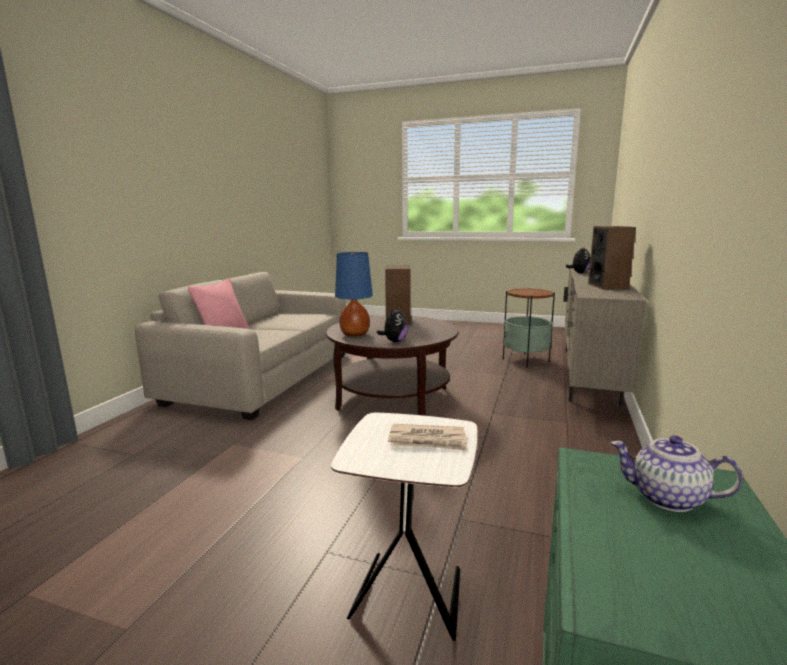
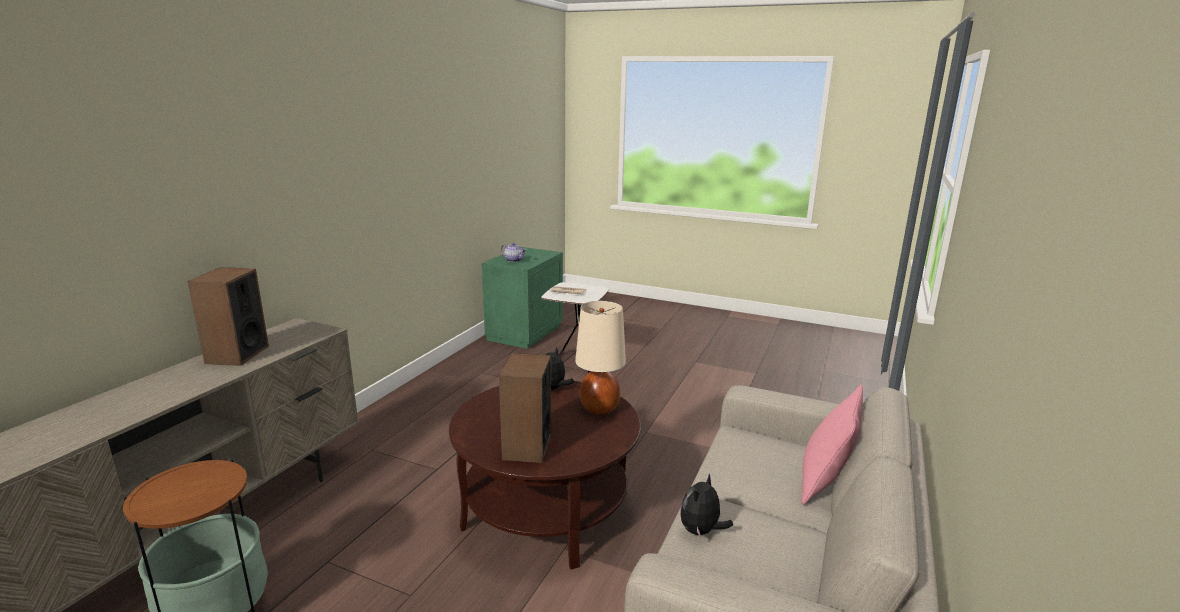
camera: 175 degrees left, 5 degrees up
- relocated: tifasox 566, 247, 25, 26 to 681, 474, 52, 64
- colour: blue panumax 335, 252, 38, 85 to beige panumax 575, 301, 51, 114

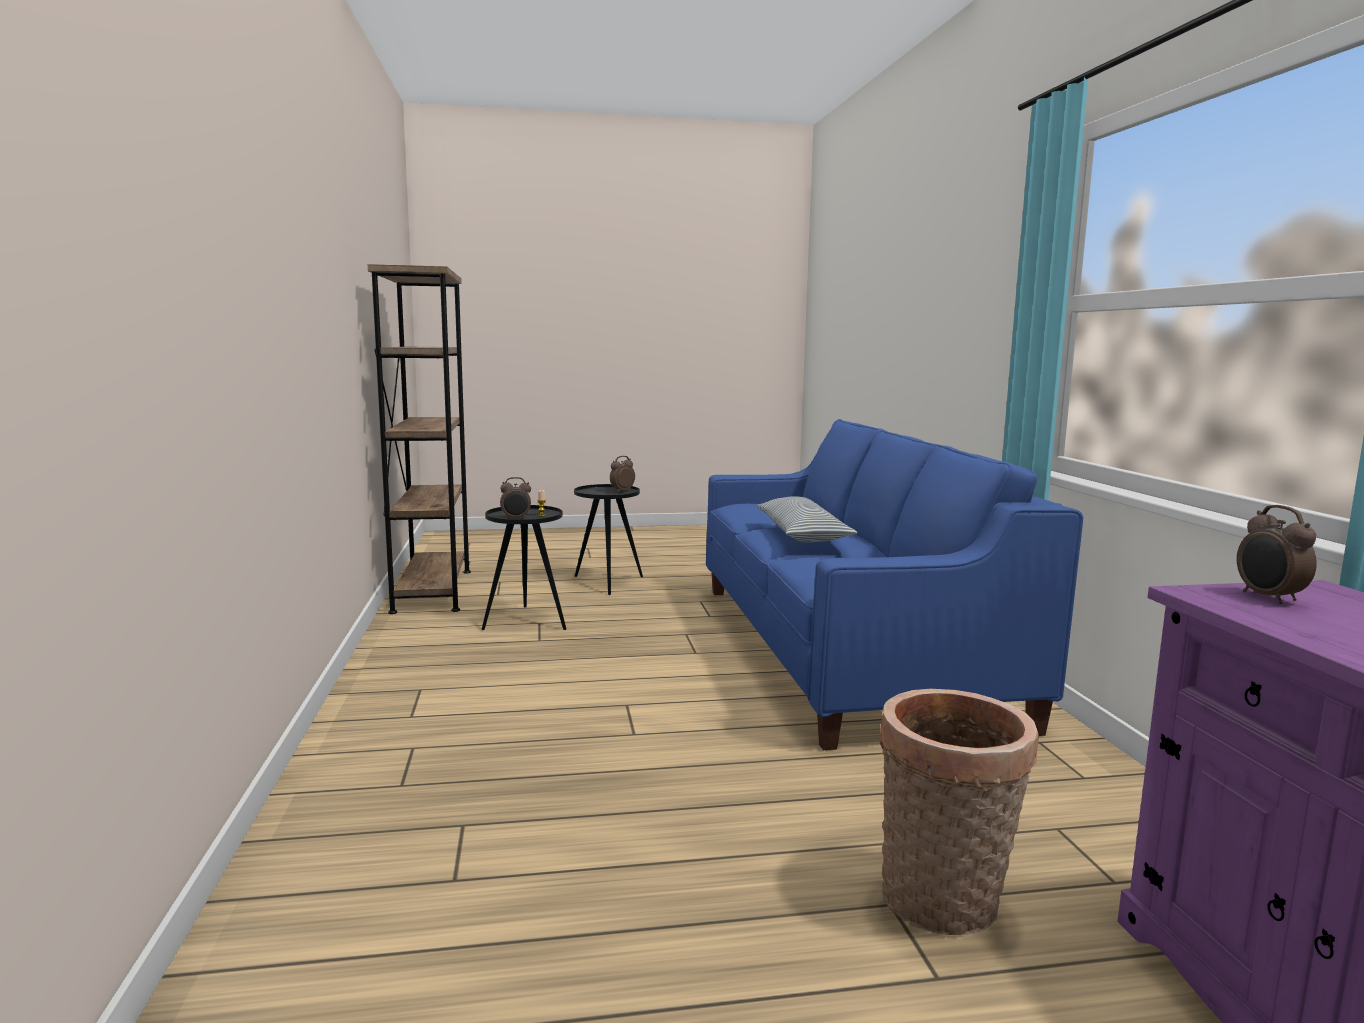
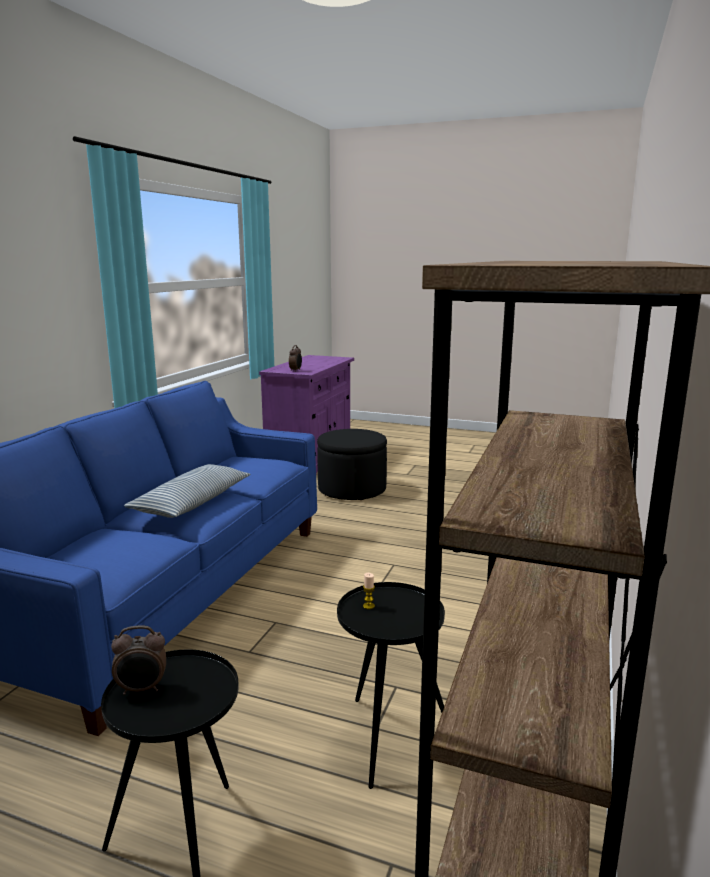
camera: 150 degrees left, 5 degrees up
- missing: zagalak 500, 477, 31, 42
- exchanged: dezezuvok 880, 689, 159, 247 to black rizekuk 317, 429, 70, 71

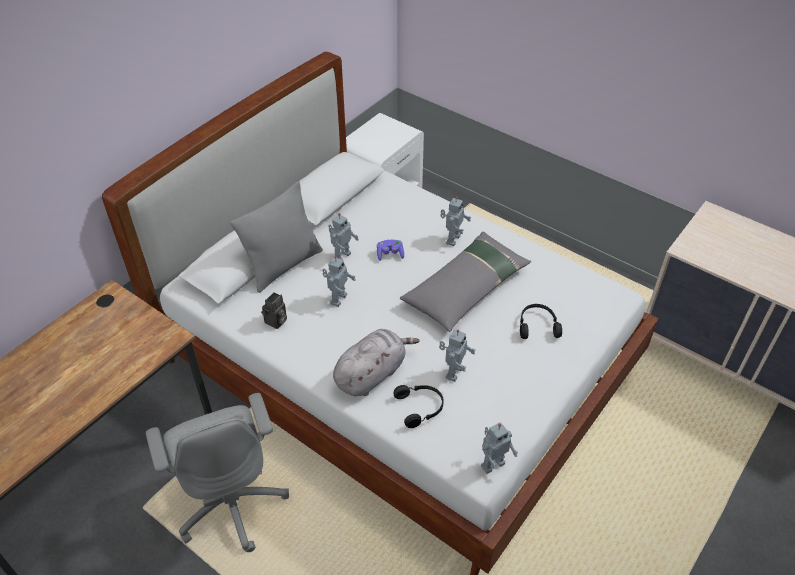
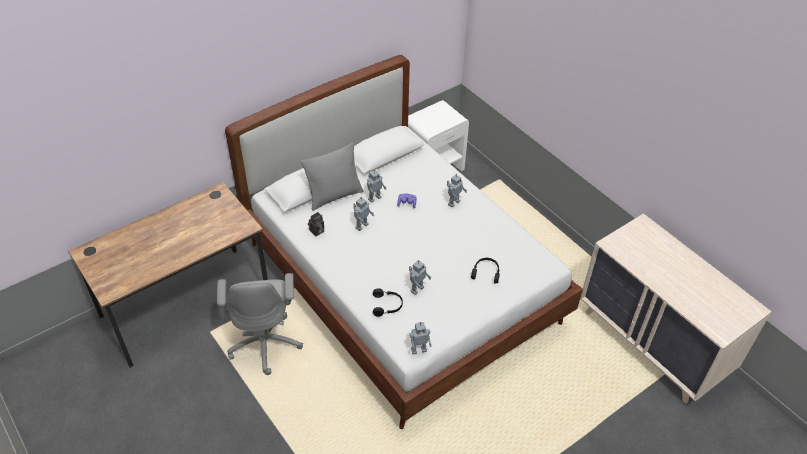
camera: 15 degrees right, 0 degrees up
- missing: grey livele 400, 232, 131, 100
- missing: grey tifasox 333, 329, 86, 67

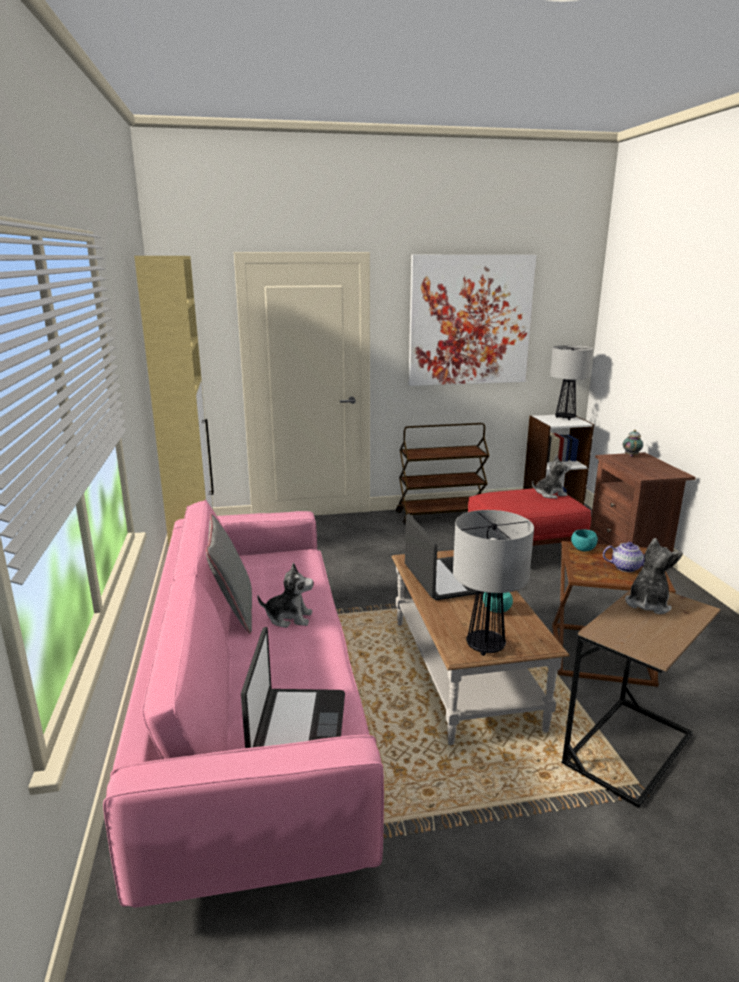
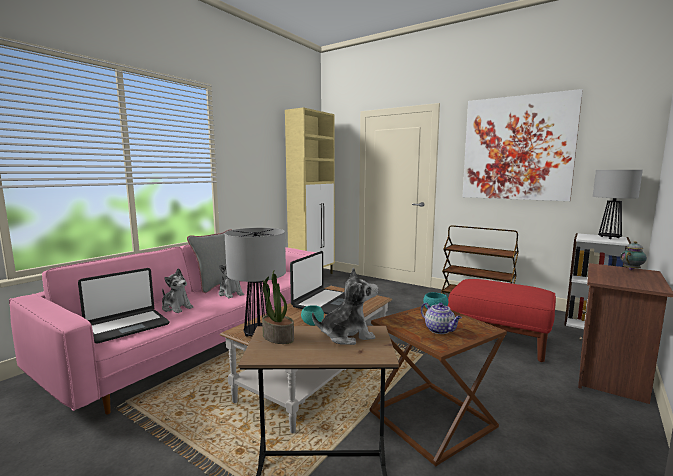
camera: 45 degrees right, 10 degrees down
- relocated: tifasox 532, 454, 39, 45 to 162, 268, 31, 45
- appeared: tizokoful 262, 271, 32, 73

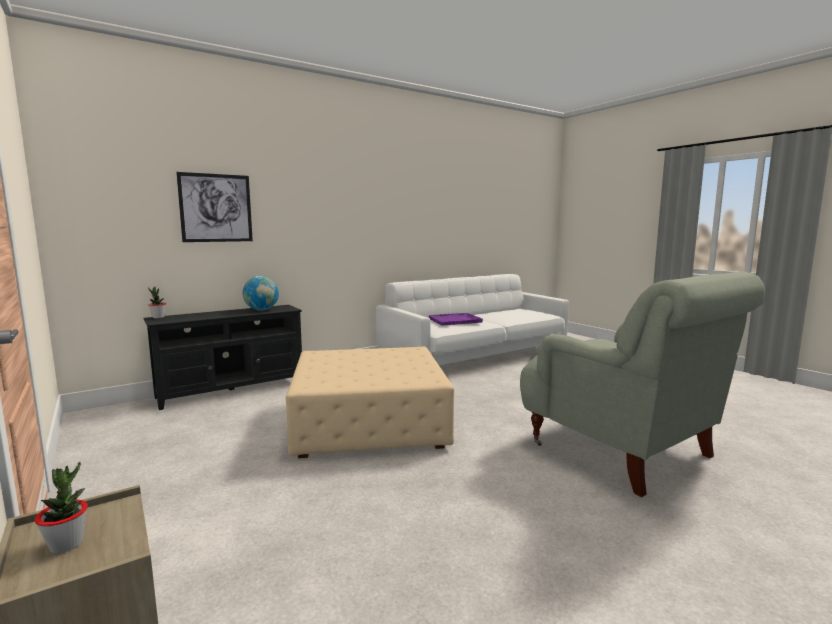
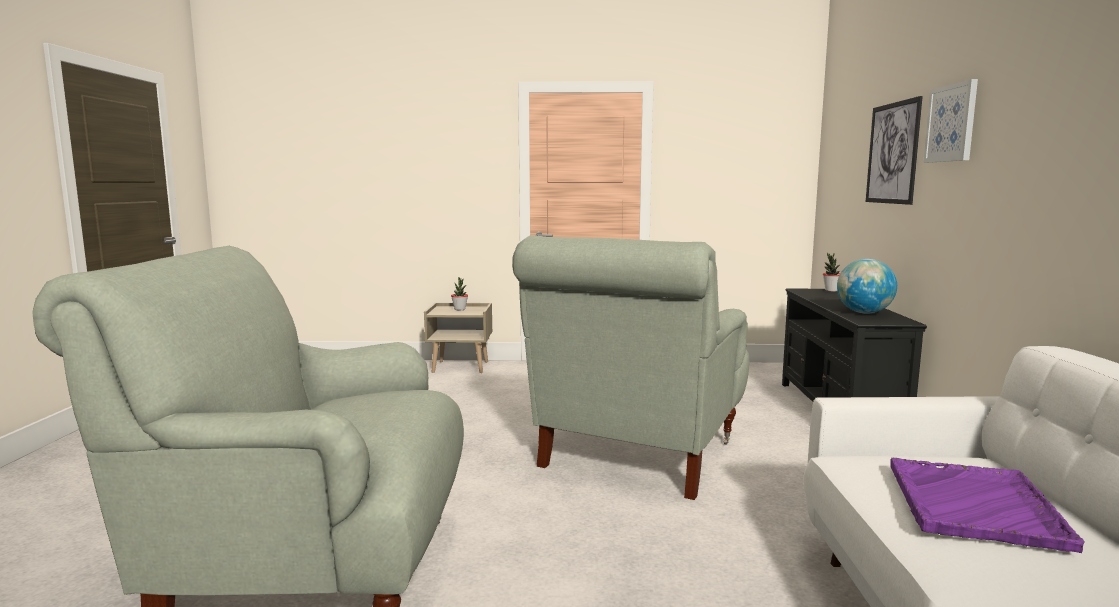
camera: 125 degrees right, 0 degrees up
- exchanged: beige rizekuk 286, 347, 168, 111 to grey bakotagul 512, 235, 237, 265
- appeared: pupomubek 923, 79, 55, 84

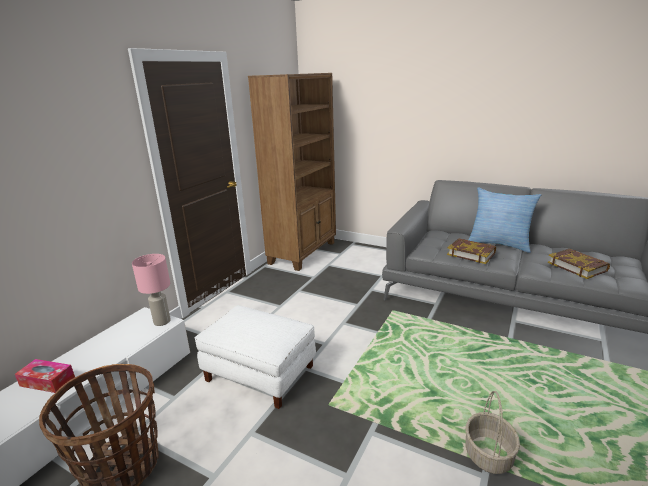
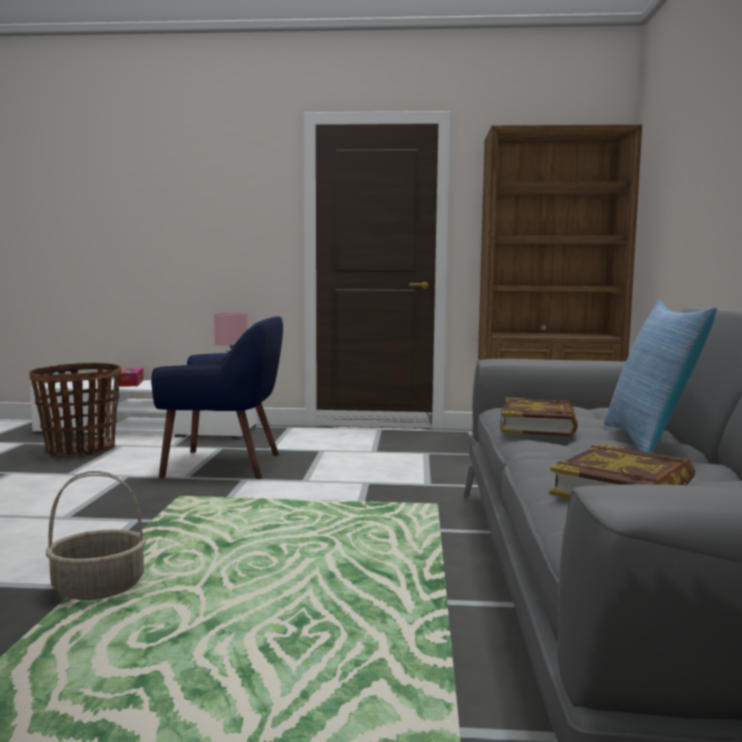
camera: 65 degrees right, 15 degrees down
- exchanged: white rizekuk 195, 305, 121, 104 to blue bakotagul 151, 316, 132, 163

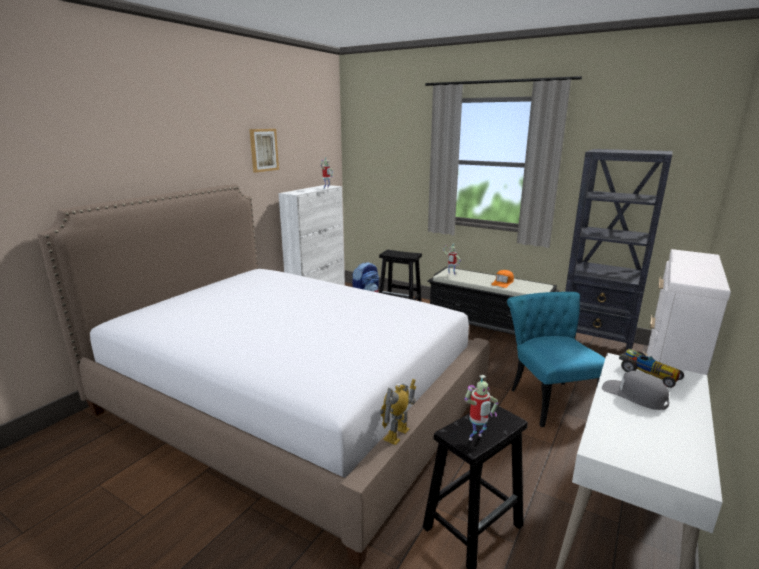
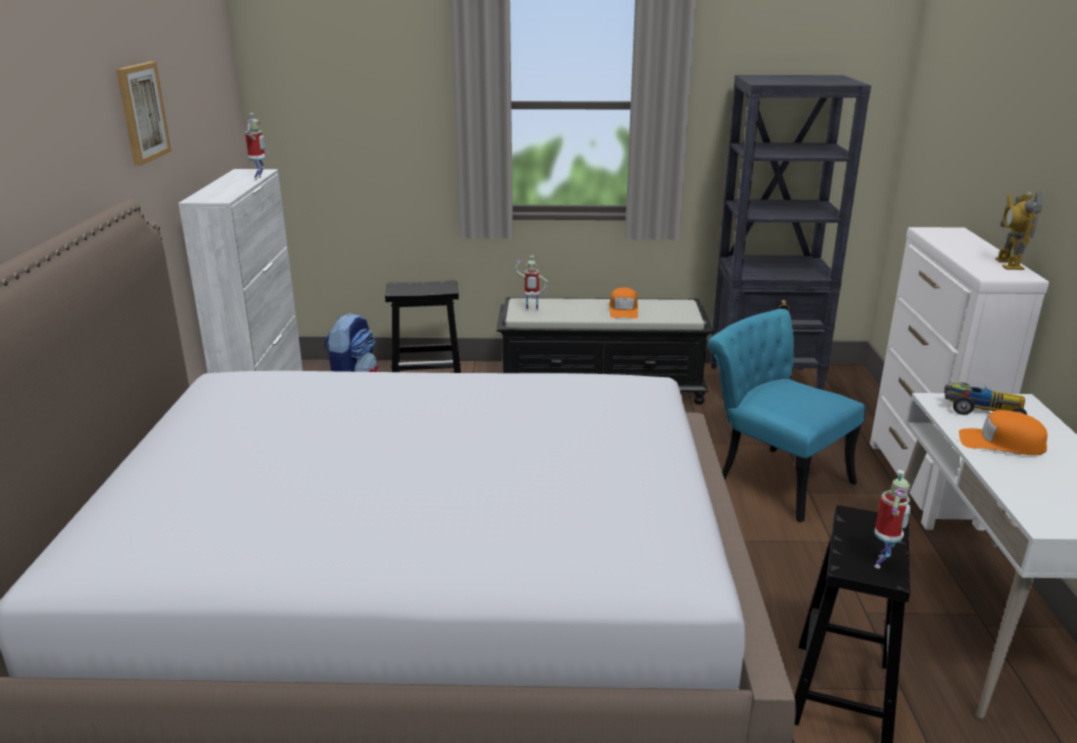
camera: 30 degrees left, 5 degrees up
- colour: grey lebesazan 602, 371, 67, 39 to orange lebesazan 959, 410, 88, 45
- relocated: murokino 379, 379, 37, 66 to 995, 191, 47, 79

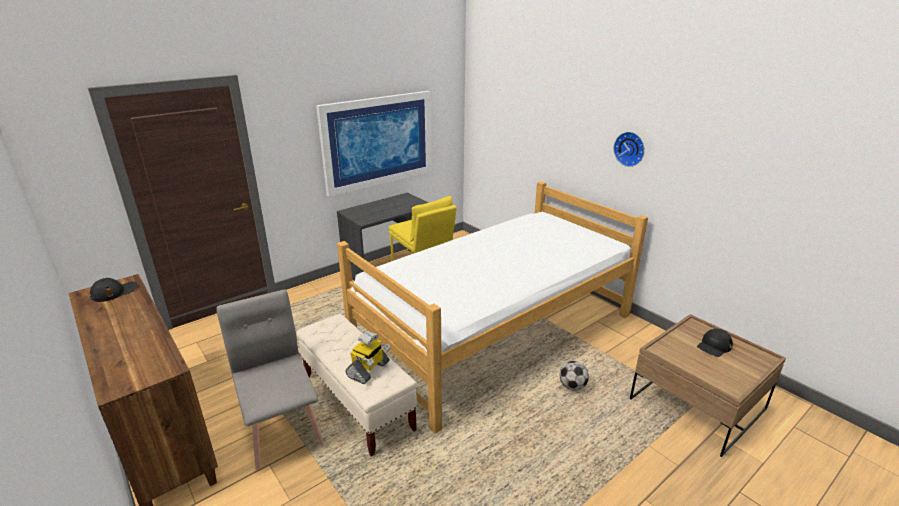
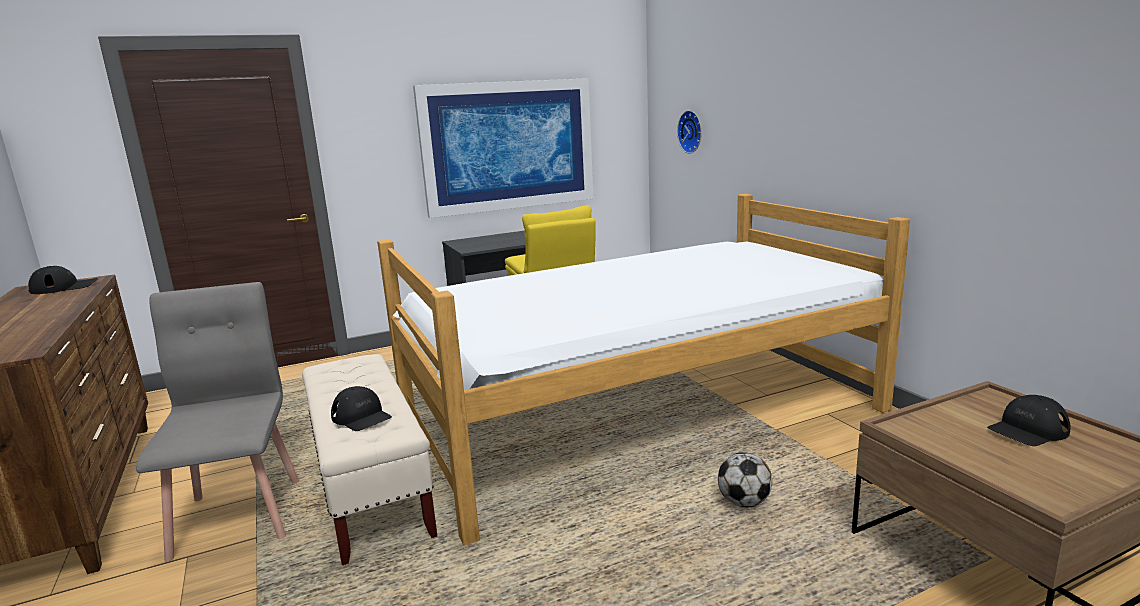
camera: 15 degrees right, 10 degrees down
- relocated: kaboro 613, 132, 32, 35 to 677, 110, 25, 44
- exchanged: murokino 346, 331, 45, 53 to black lebesazan 331, 386, 61, 45

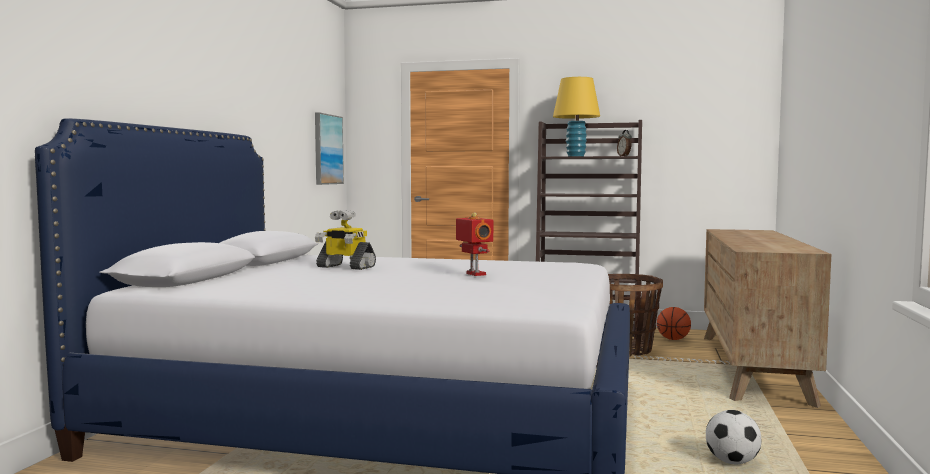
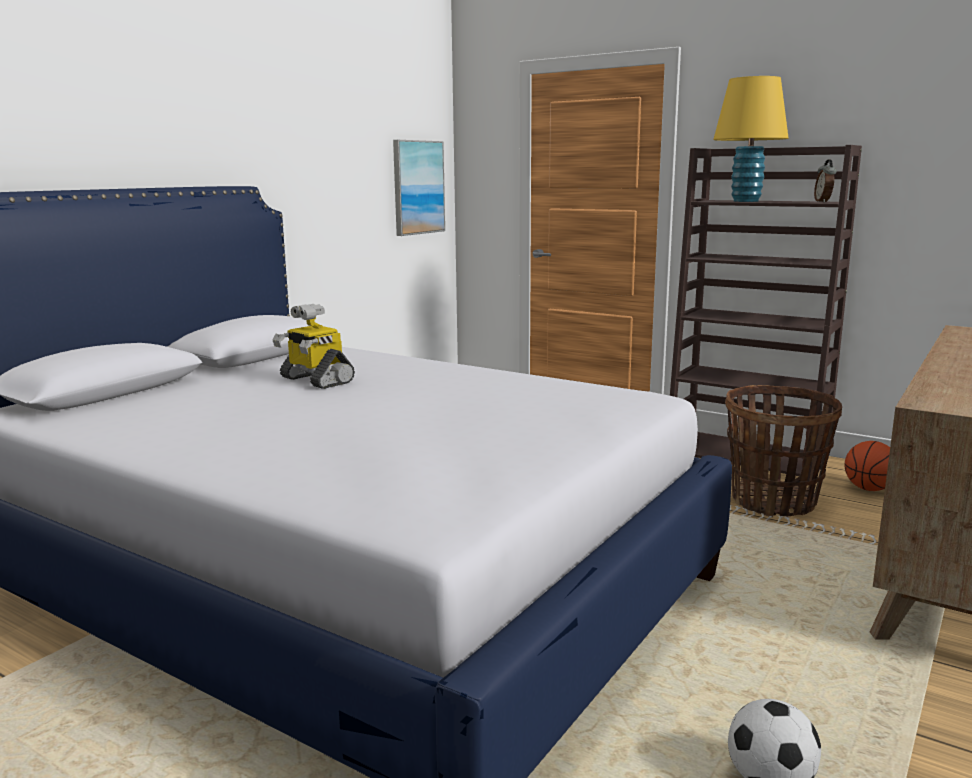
camera: 20 degrees right, 10 degrees up
- missing: murokino 456, 212, 37, 64

